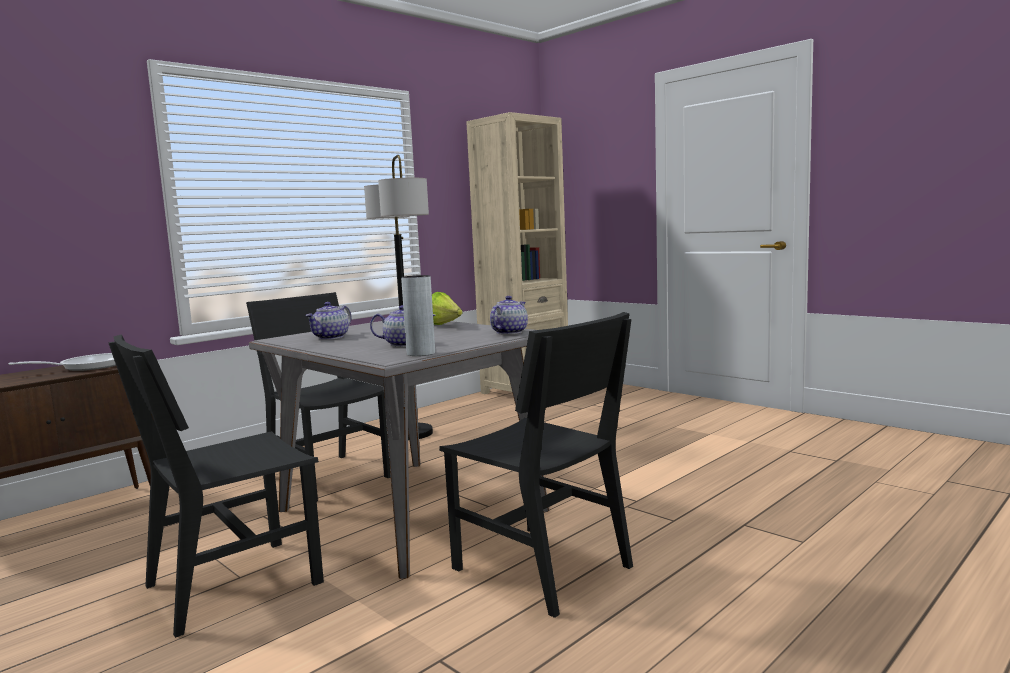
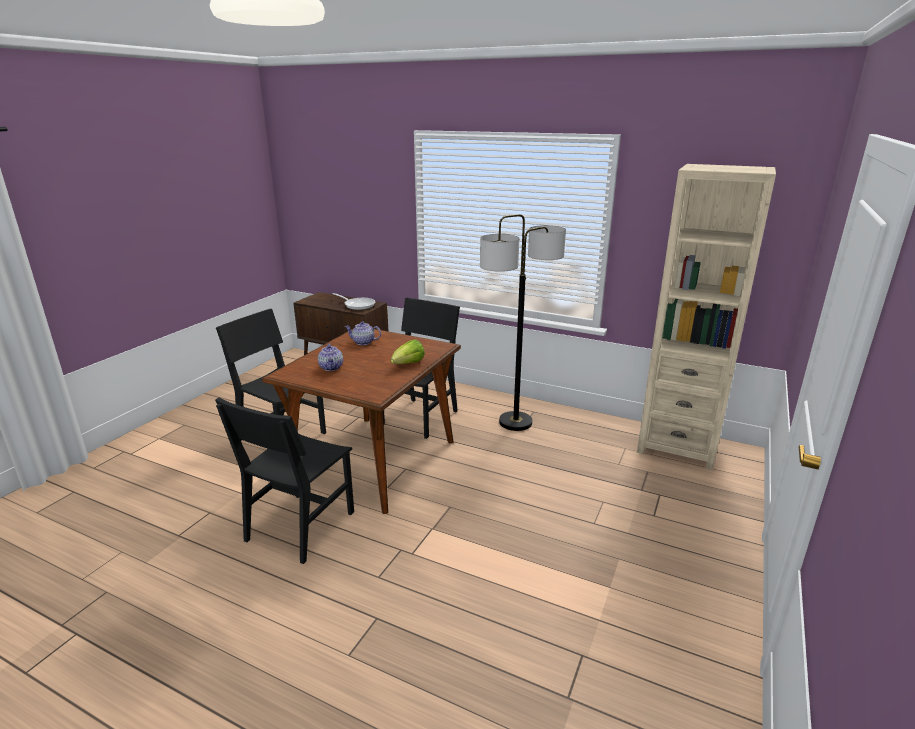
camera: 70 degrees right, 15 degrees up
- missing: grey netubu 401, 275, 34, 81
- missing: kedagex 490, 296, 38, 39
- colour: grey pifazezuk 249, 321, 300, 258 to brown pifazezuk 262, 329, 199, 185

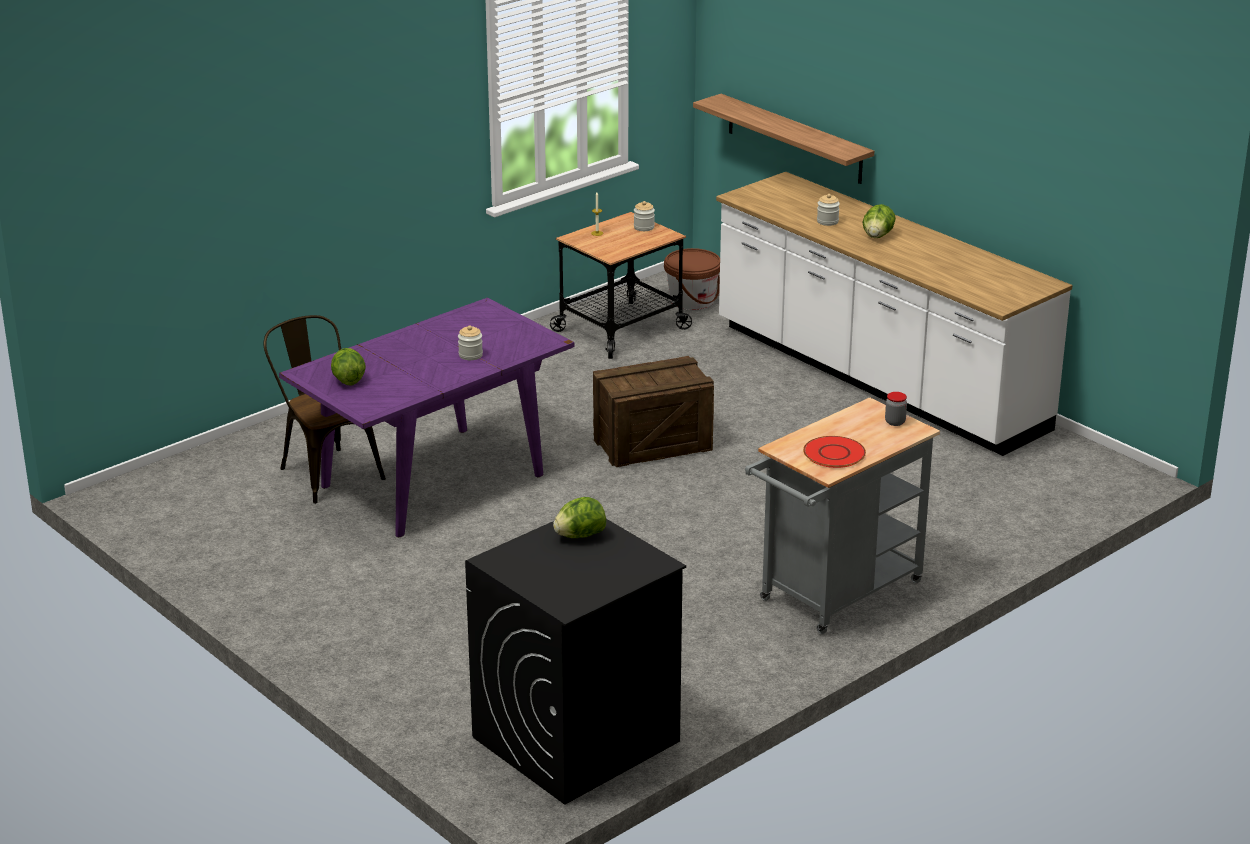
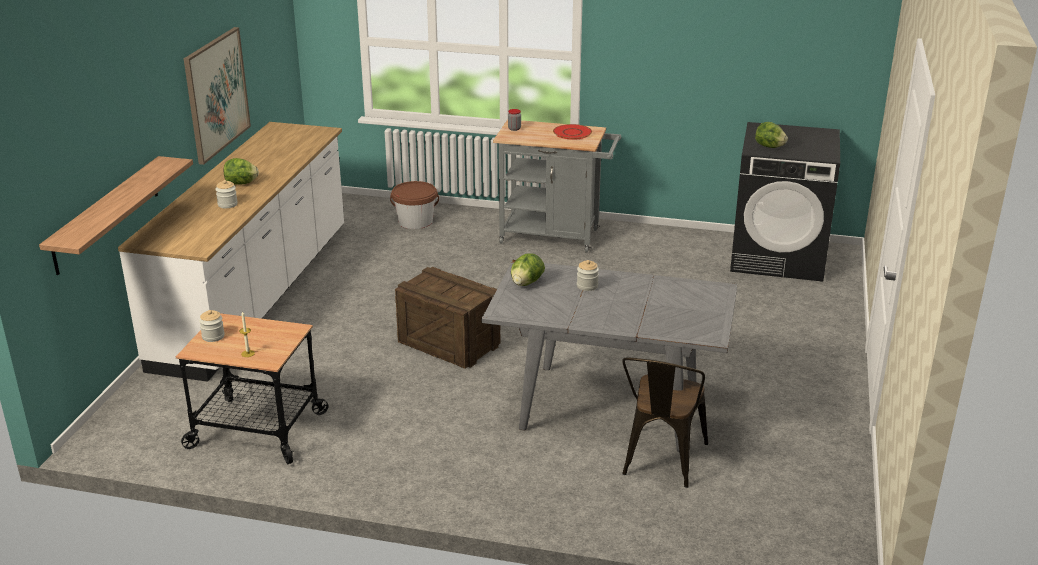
camera: 125 degrees left, 0 degrees up
- relocated: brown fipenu 664, 248, 56, 62 to 390, 181, 49, 48
- colour: purple pifazezuk 279, 298, 296, 240 to grey pifazezuk 481, 260, 257, 192
- relocated: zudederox 331, 348, 35, 37 to 511, 253, 34, 33
- appeared: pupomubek 184, 27, 67, 138

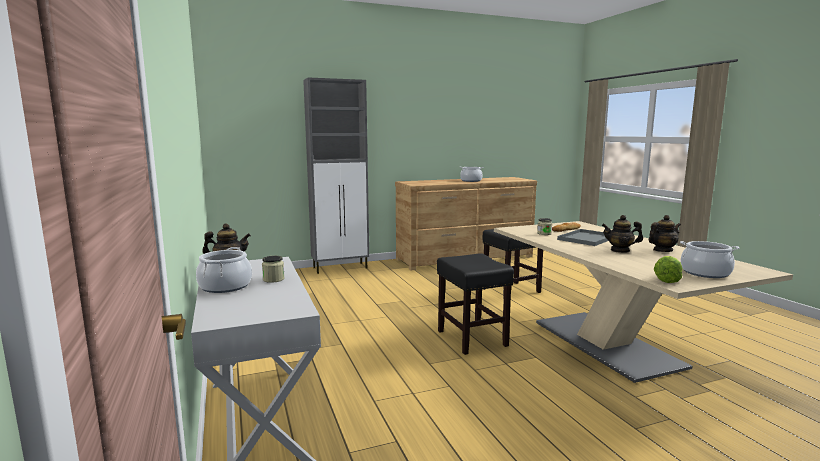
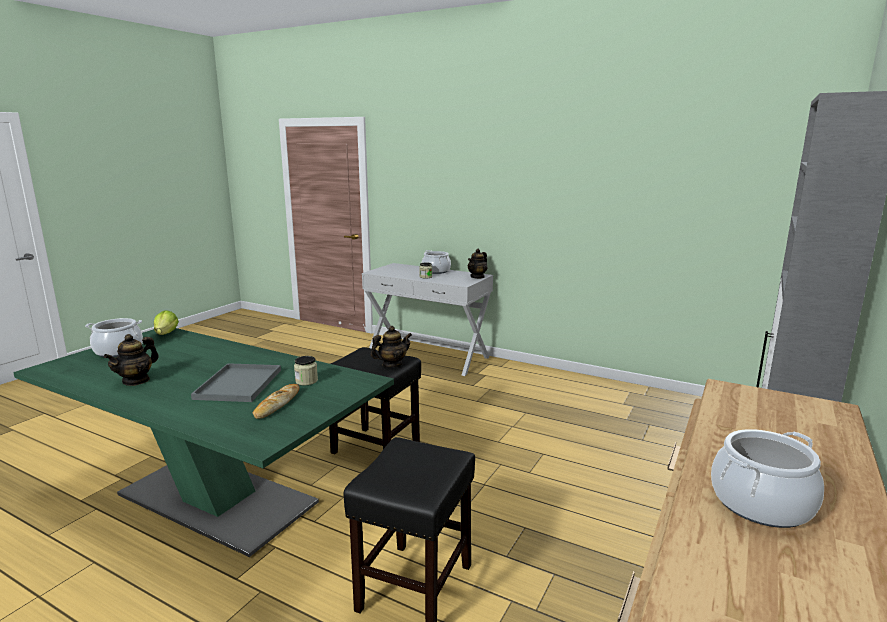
camera: 140 degrees right, 5 degrees up
- relocated: kedagex 602, 215, 41, 38 to 371, 326, 41, 41
- colour: beige pifazezuk 494, 221, 299, 162 to green pifazezuk 13, 328, 381, 229

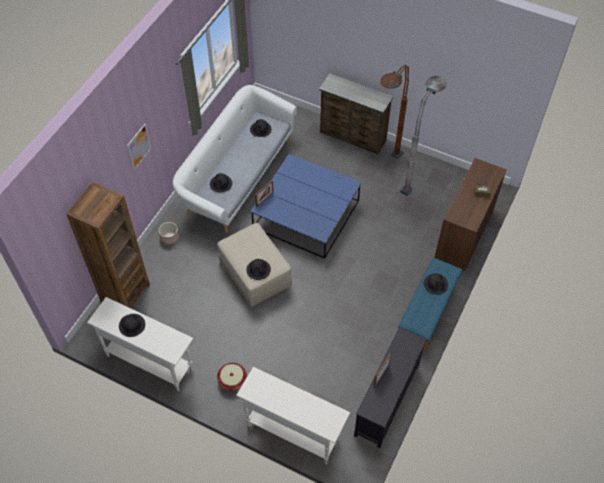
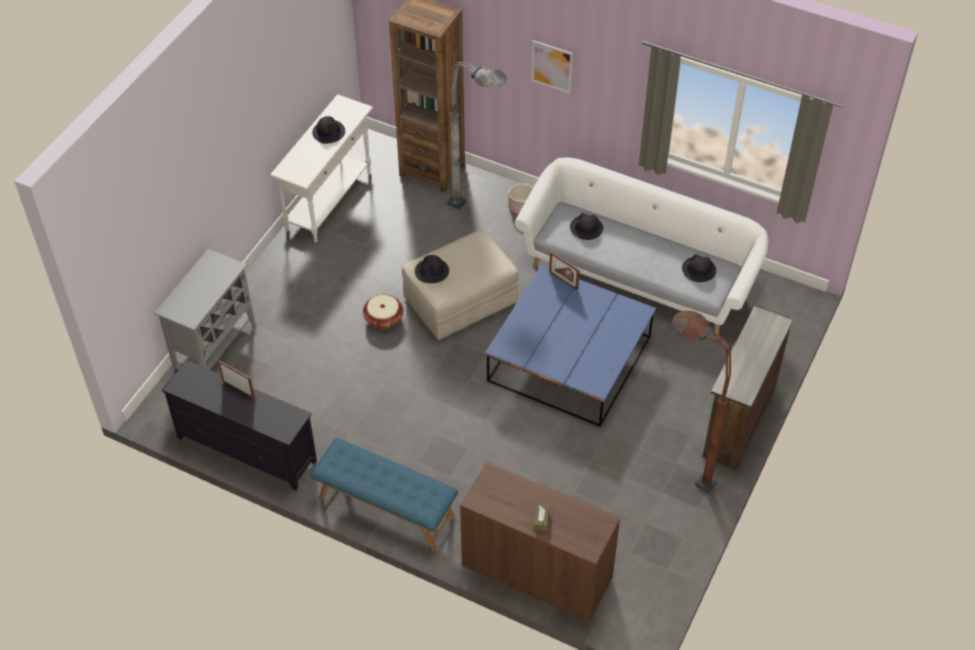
camera: 90 degrees right, 5 degrees down
- relocated: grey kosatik 400, 76, 47, 120 to 447, 62, 60, 148
- missing: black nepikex 424, 273, 24, 22
- relocated: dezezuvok 217, 363, 30, 28 to 363, 294, 40, 35
- exchanged: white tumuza 236, 367, 114, 98 to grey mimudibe 154, 249, 101, 121

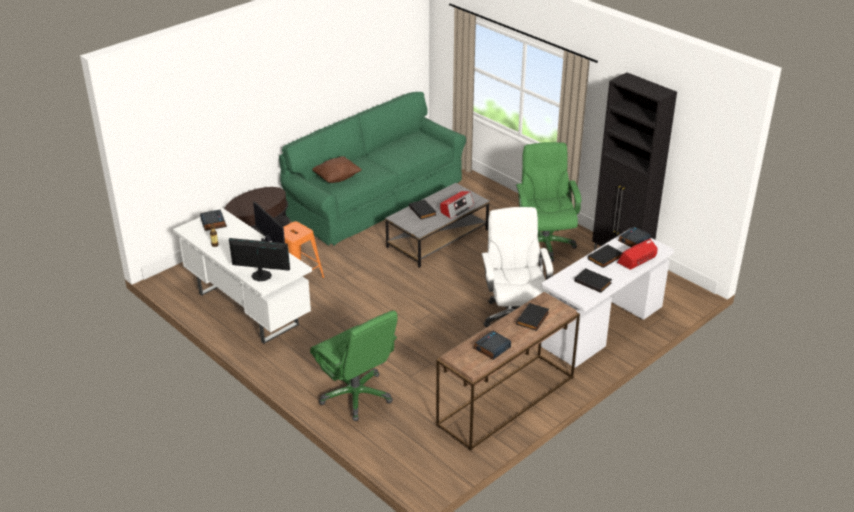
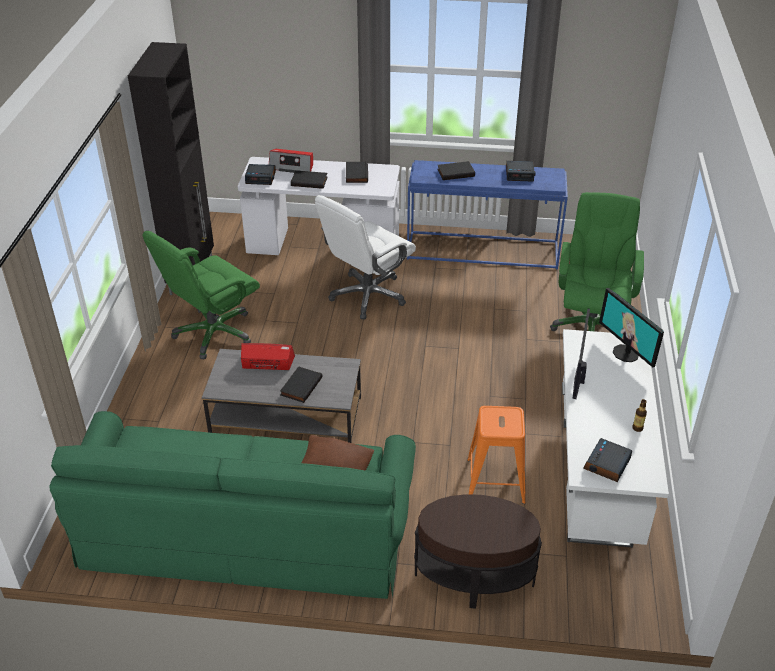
camera: 130 degrees left, 5 degrees up
- colour: brown tumuza 436, 292, 144, 159 to blue tumuza 407, 160, 161, 109

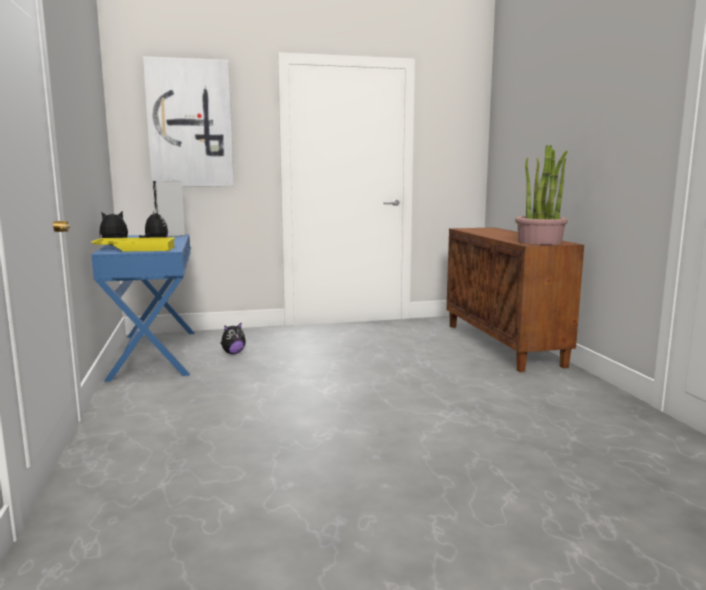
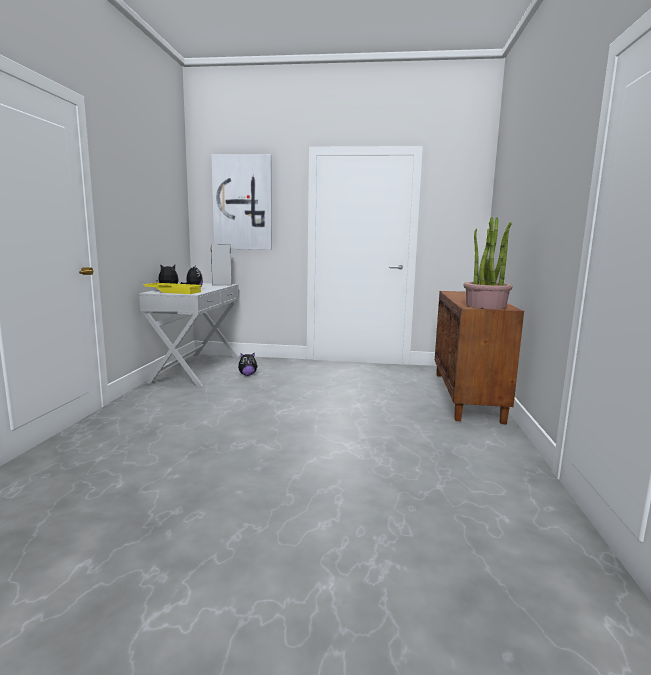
camera: 20 degrees right, 0 degrees up
- colour: blue tumuza 91, 234, 104, 148 to white tumuza 139, 283, 100, 104

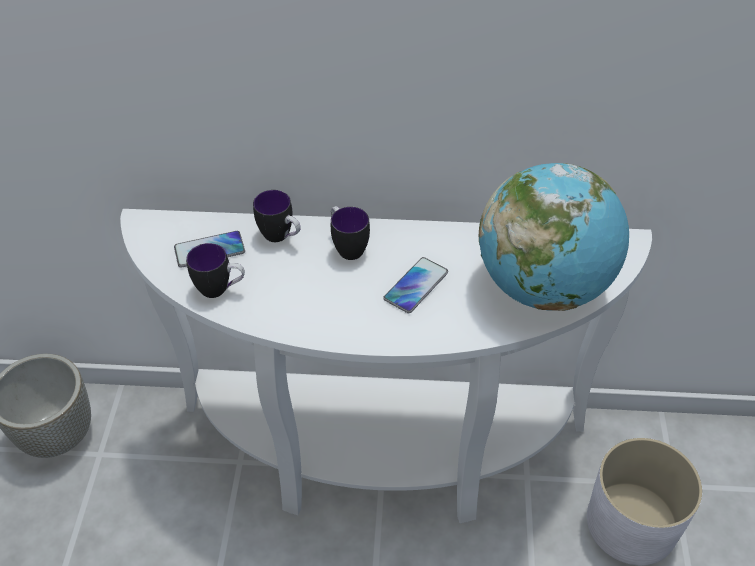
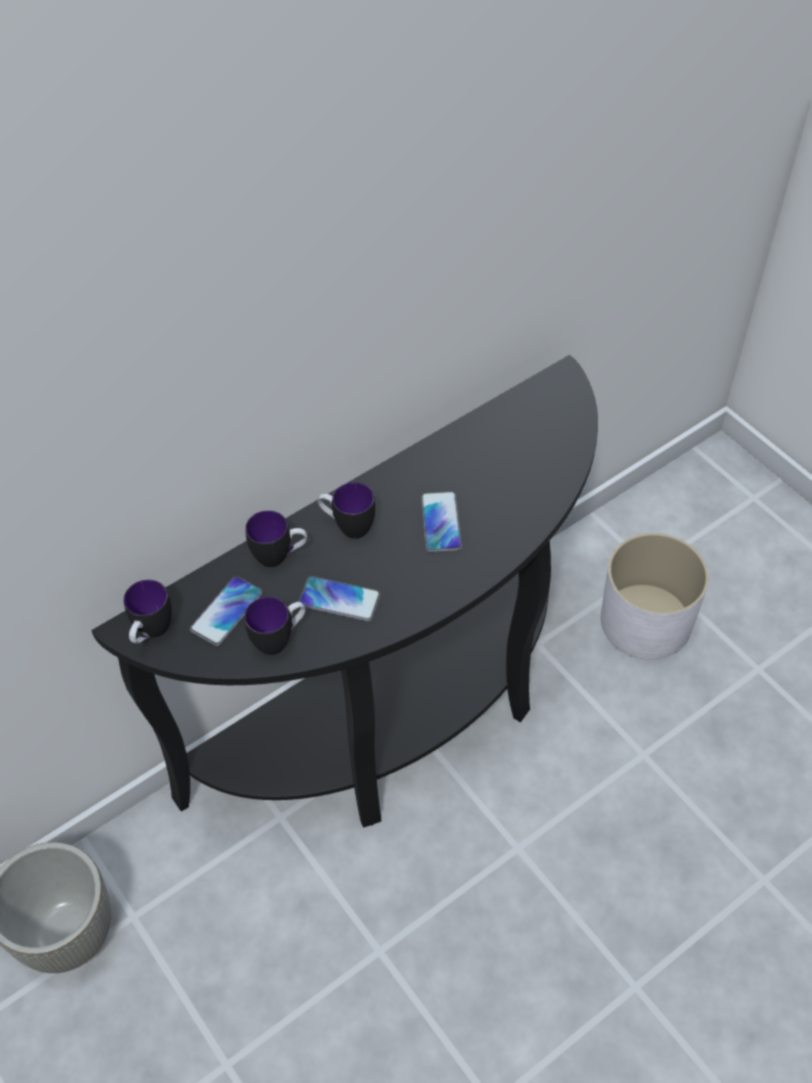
camera: 40 degrees left, 5 degrees up
- missing: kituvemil 479, 163, 150, 148
- colour: white tumuza 120, 209, 532, 314 to black tumuza 91, 355, 507, 473
- appeared: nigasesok 299, 576, 82, 45
- appeared: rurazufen 123, 580, 49, 64

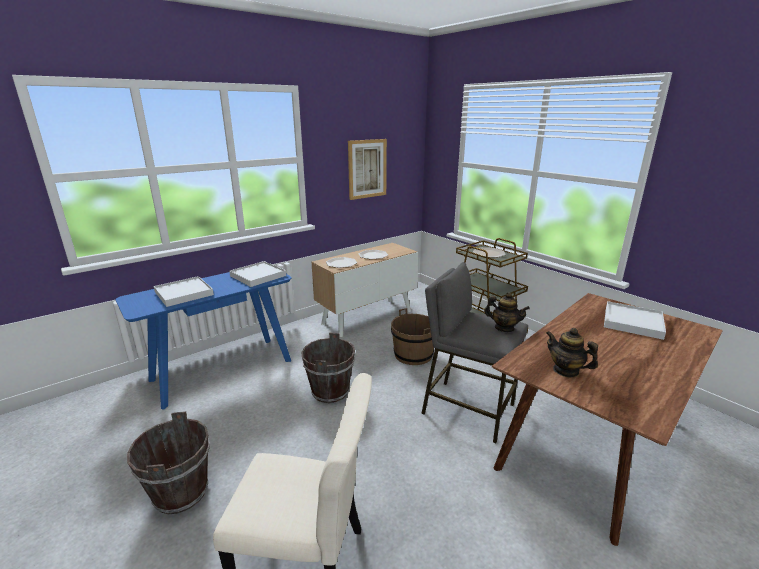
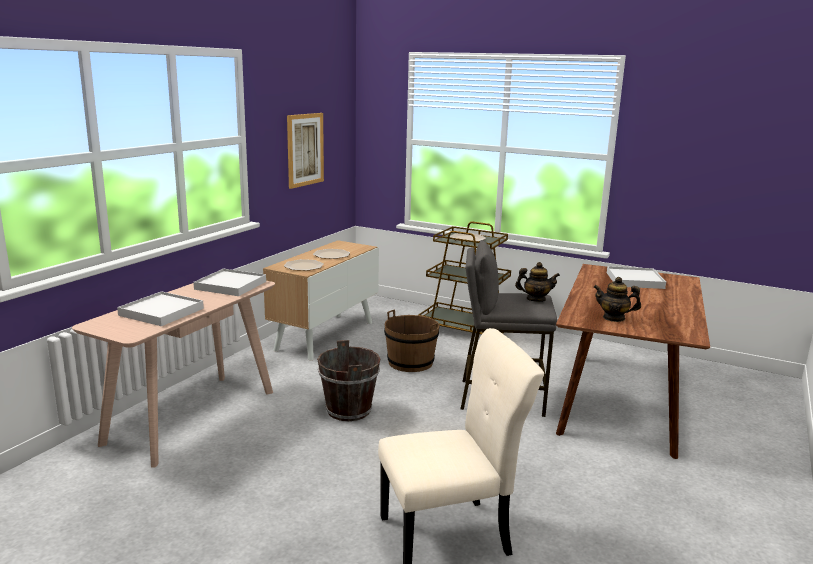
camera: 25 degrees left, 5 degrees down
- colour: blue tumuza 115, 272, 176, 138 to beige tumuza 72, 281, 203, 187
- missing: brown fipenu 127, 411, 83, 103

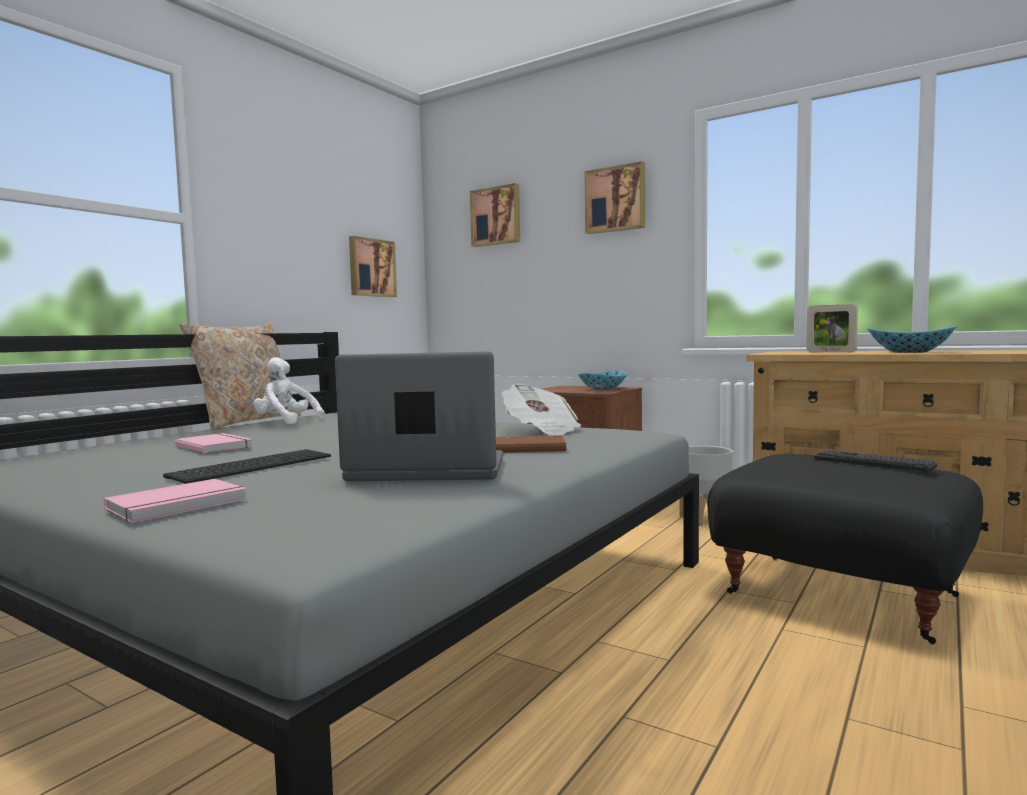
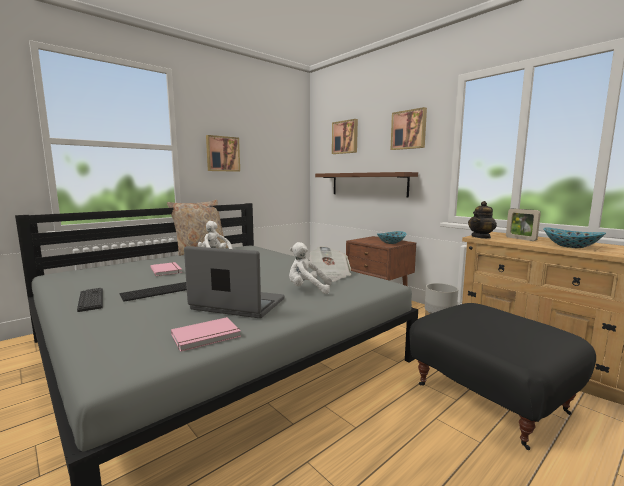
camera: 15 degrees right, 5 degrees up
- relocated: pupomubek 349, 236, 48, 61 to 206, 135, 34, 37
- exchanged: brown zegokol 496, 435, 70, 18 to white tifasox 289, 242, 43, 52
- relocated: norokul 814, 450, 123, 22 to 77, 288, 26, 24
- relocated: pink zegokol 104, 479, 143, 44 to 171, 317, 70, 35
- appeared: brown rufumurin 315, 172, 103, 25
- appeared: kedagex 468, 201, 29, 38

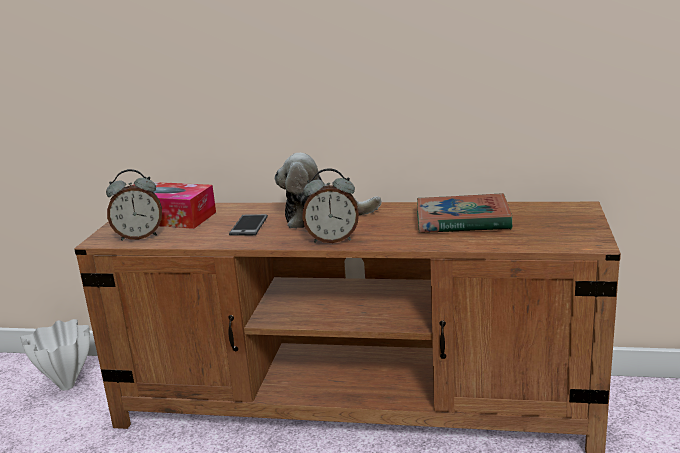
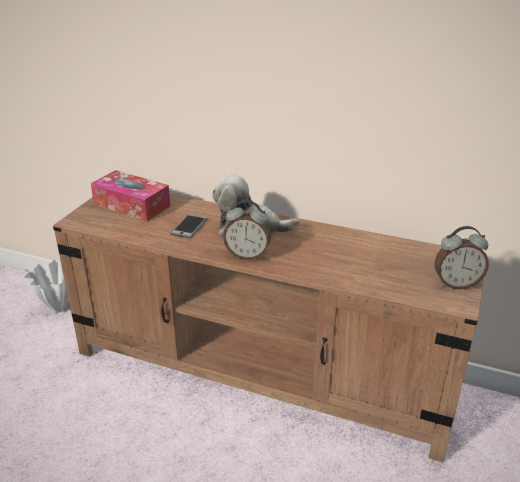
camera: 10 degrees right, 10 degrees up
- relocated: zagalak 106, 169, 56, 72 to 435, 226, 54, 64
- missing: zegokol 417, 193, 95, 40

